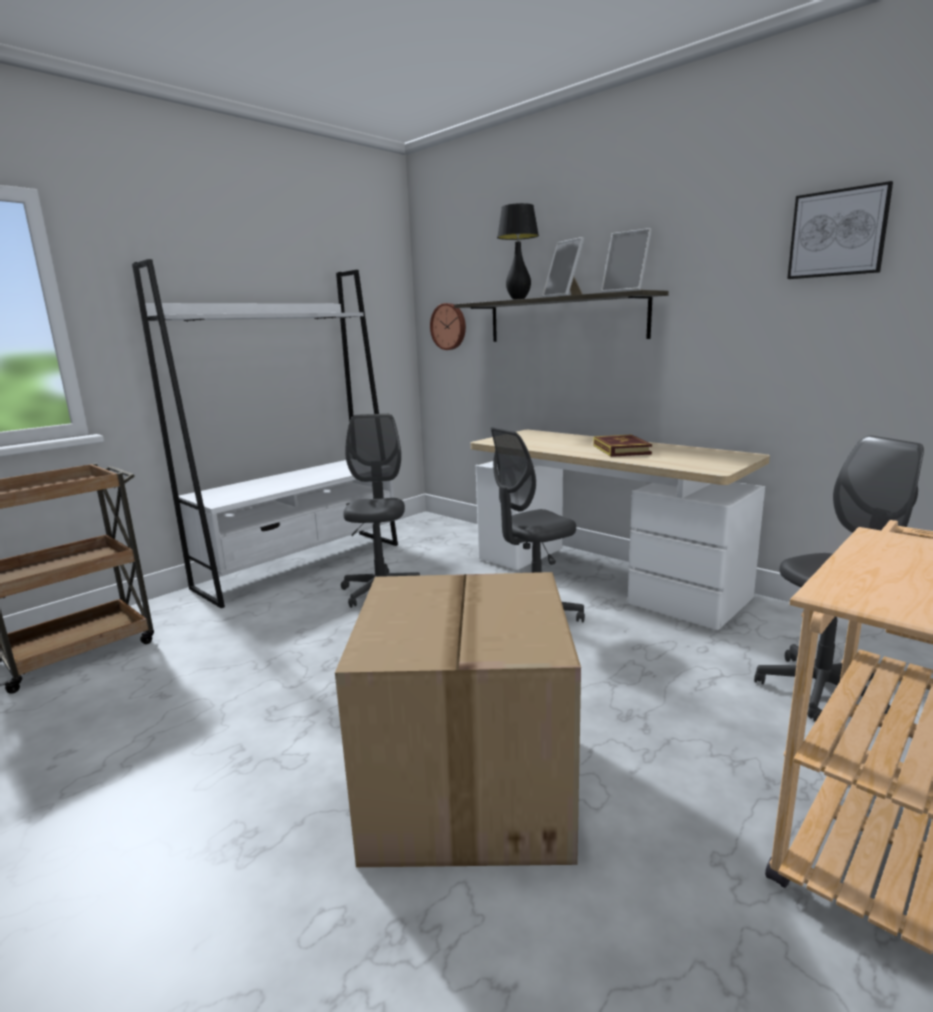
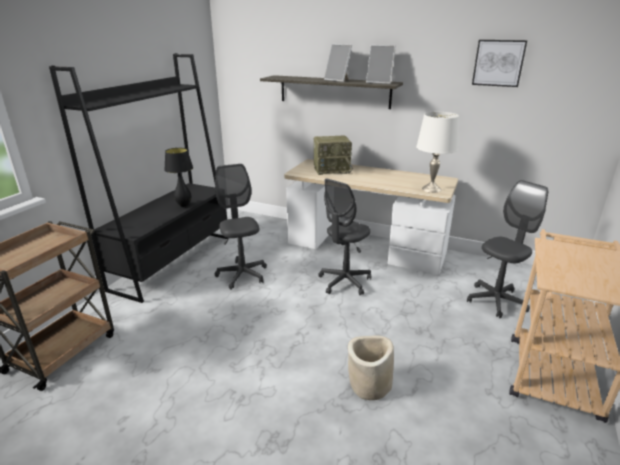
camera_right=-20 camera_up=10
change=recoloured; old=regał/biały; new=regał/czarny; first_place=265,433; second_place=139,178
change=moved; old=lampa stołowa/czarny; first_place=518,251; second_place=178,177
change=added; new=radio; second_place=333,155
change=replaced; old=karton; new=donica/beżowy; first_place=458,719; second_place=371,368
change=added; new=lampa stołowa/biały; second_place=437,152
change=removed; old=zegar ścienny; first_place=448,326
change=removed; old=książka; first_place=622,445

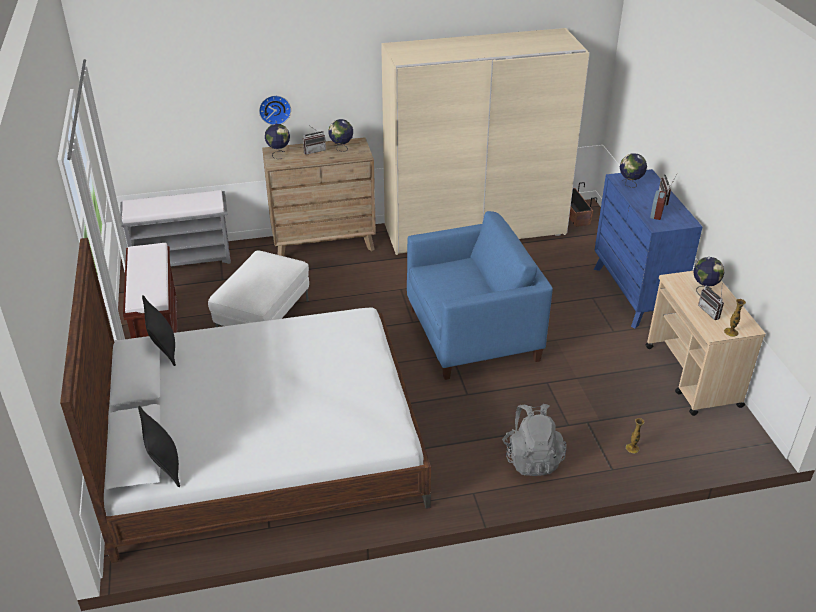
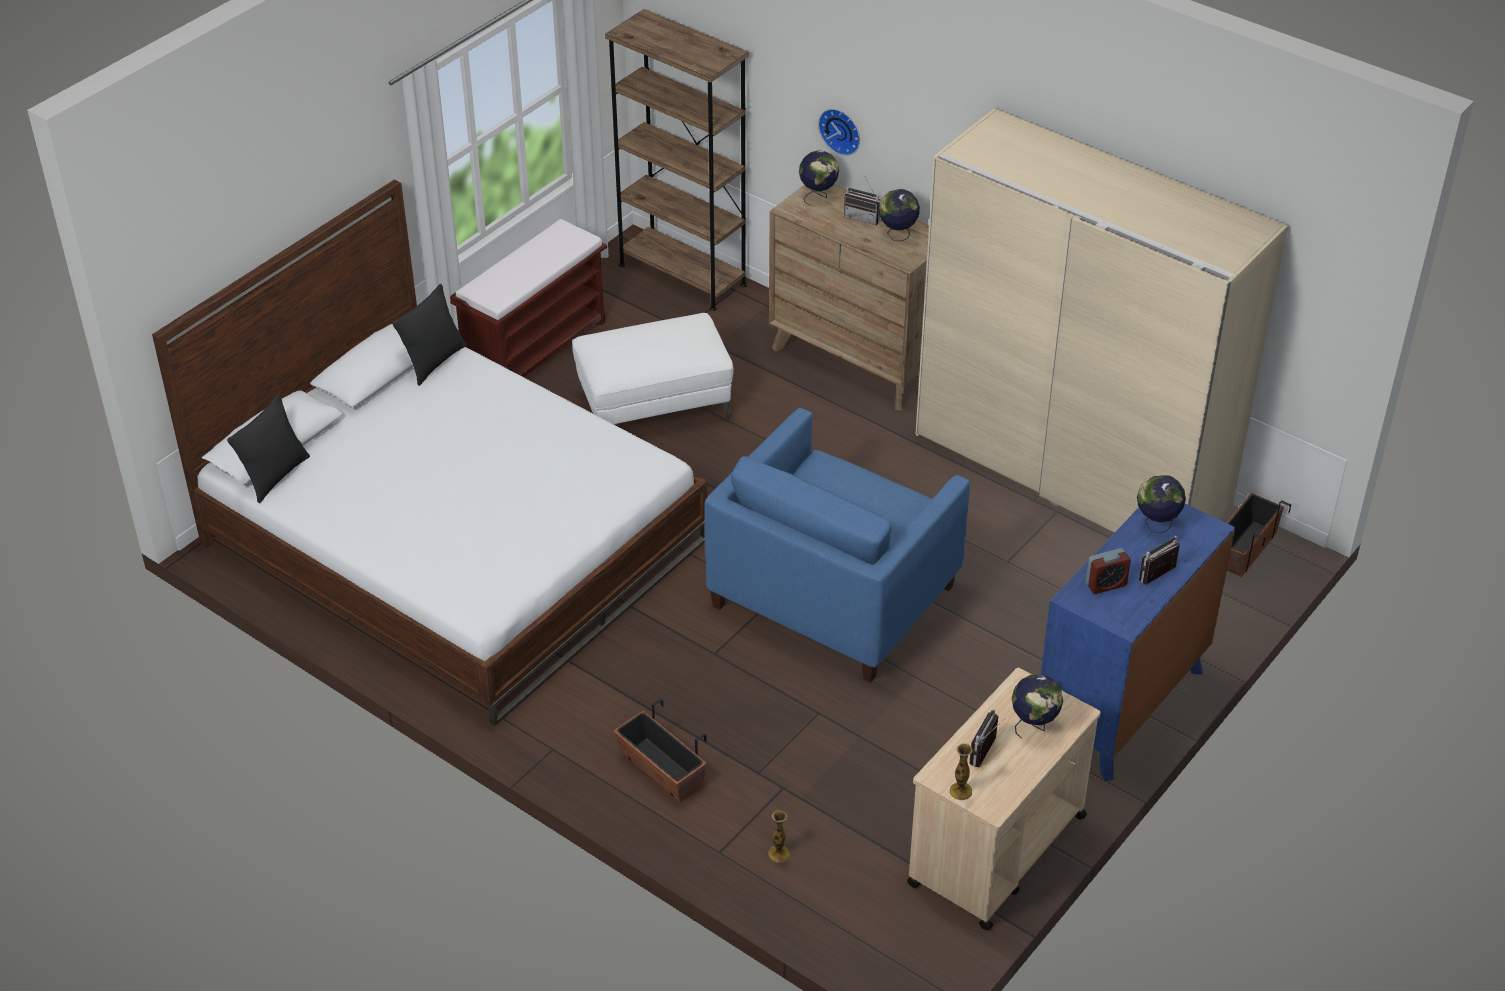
camera_right=50 camera_up=5
change=replaced; old=ławka/szary; new=regał/brązowy; first_place=175,228; second_place=677,160
change=replaced; old=plecak/szary; new=donica; first_place=534,440; second_place=660,749
change=turned; old=fotel/niebieski; first_place=480,295; second_place=837,545; degrees=90

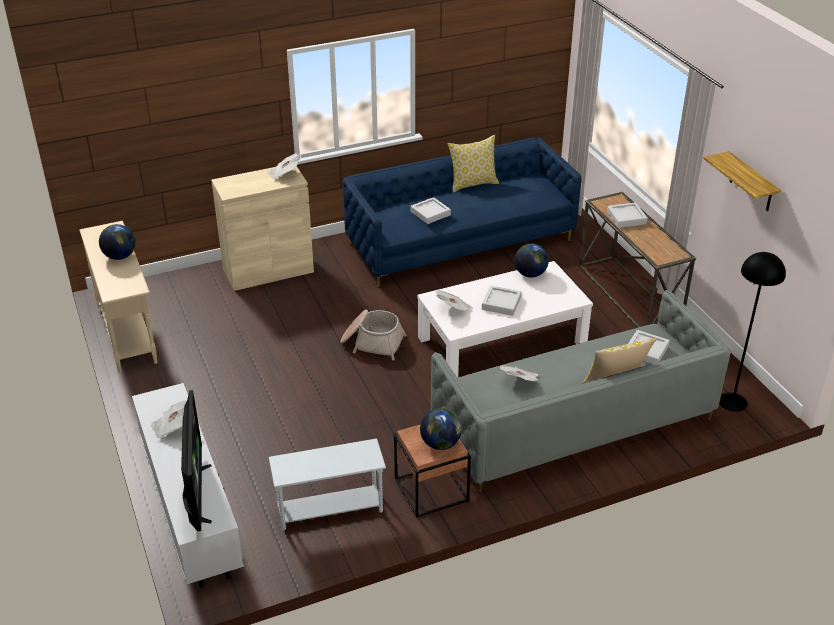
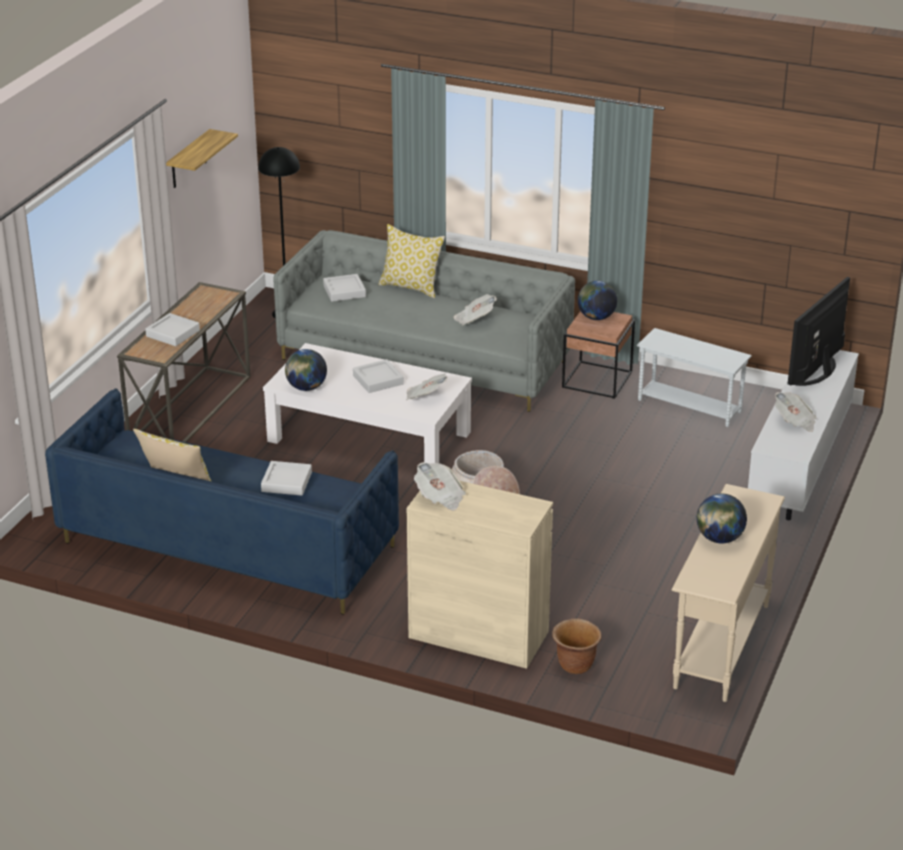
camera_right=-135 camera_up=-5
change=added; new=donica/brązowy; second_place=577,646

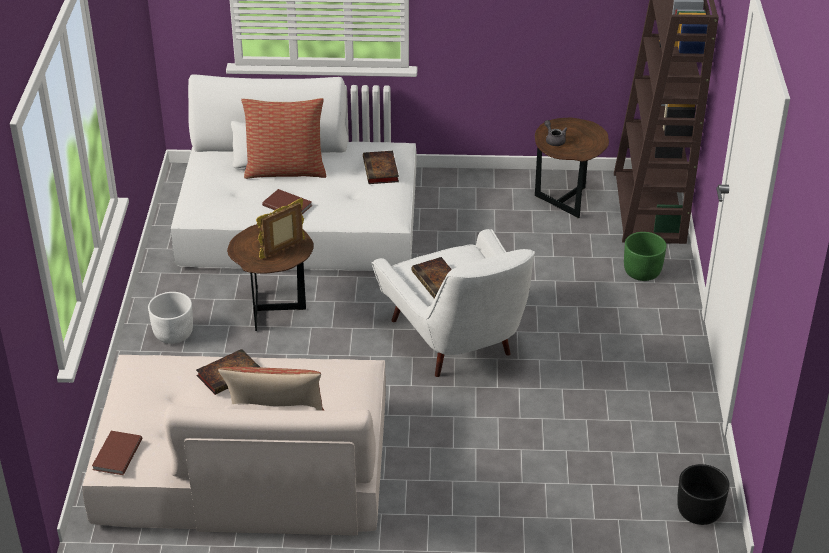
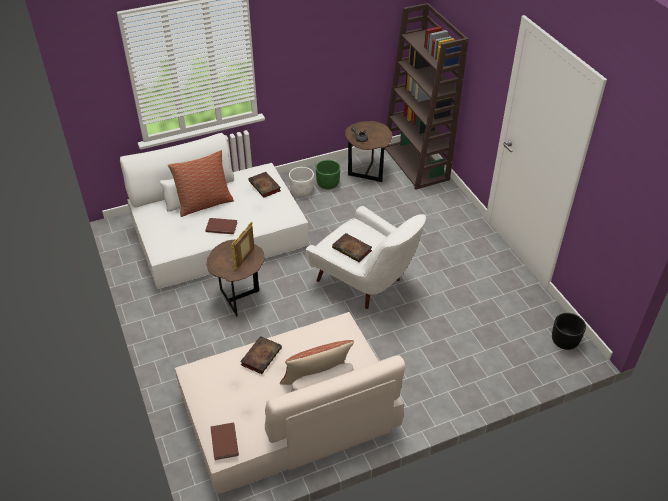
camera_right=-25 camera_up=5
change=moved; old=donica/biały; first_place=170,318; second_place=301,182
change=moved; old=donica/zielony; first_place=645,256; second_place=328,174

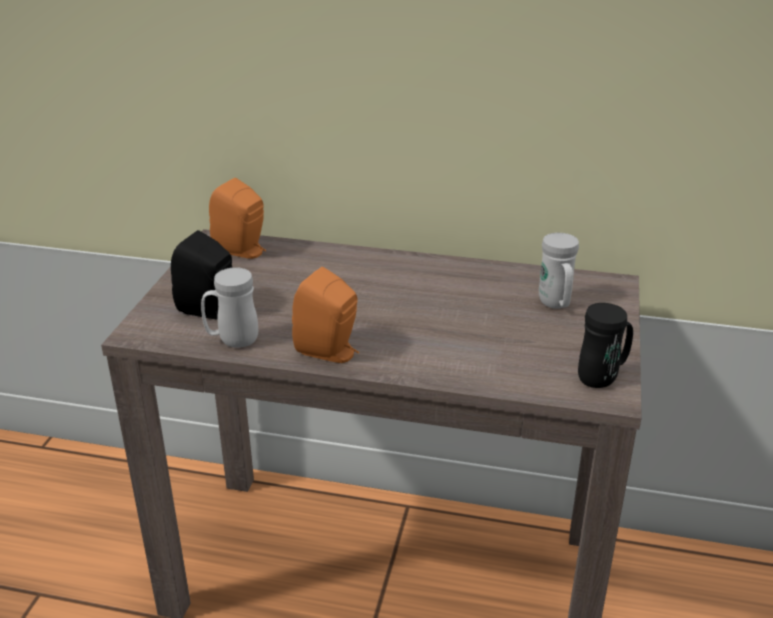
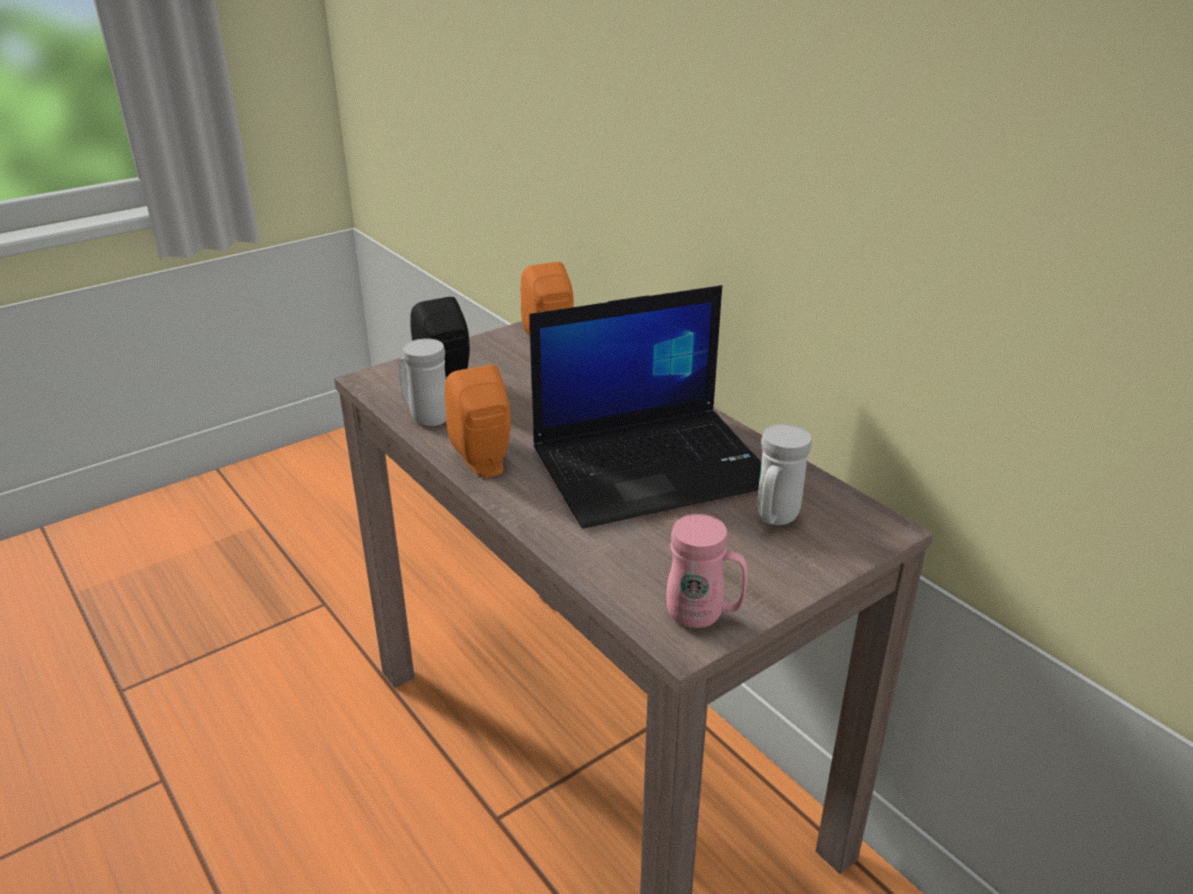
camera_right=40 camera_up=0
change=added; new=laptop; second_place=645,407
change=recoloured; old=kubek/czarny; new=kubek/różowy; first_place=605,345; second_place=707,571

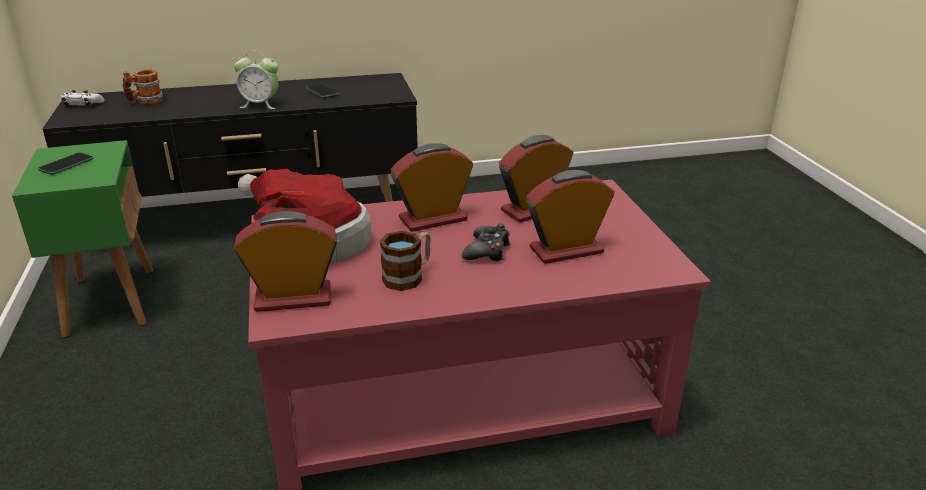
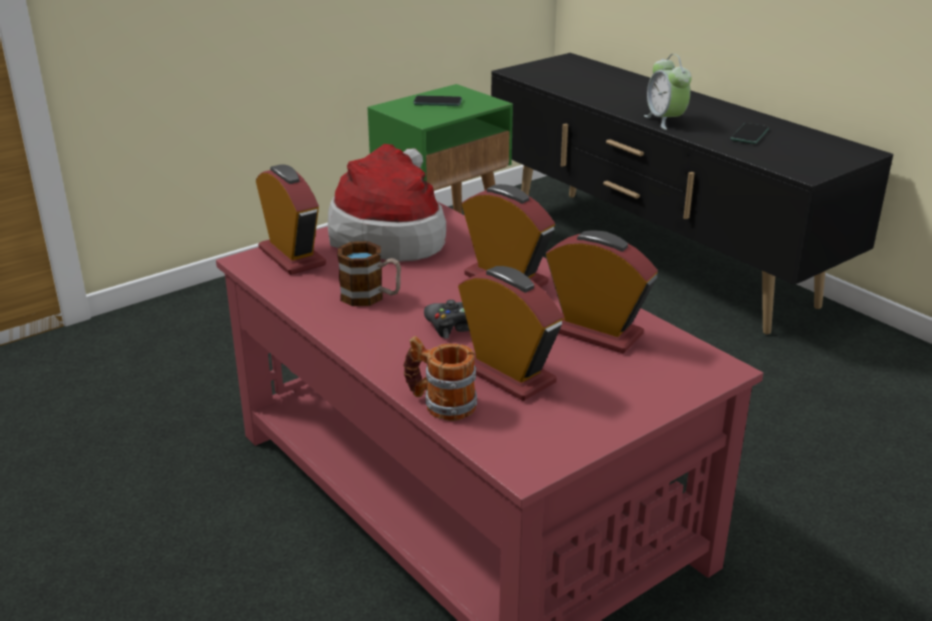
camera_right=65 camera_up=0
change=moved; old=kubek; first_place=143,86; second_place=440,378
change=removed; old=pad do gier/biały; first_place=82,98

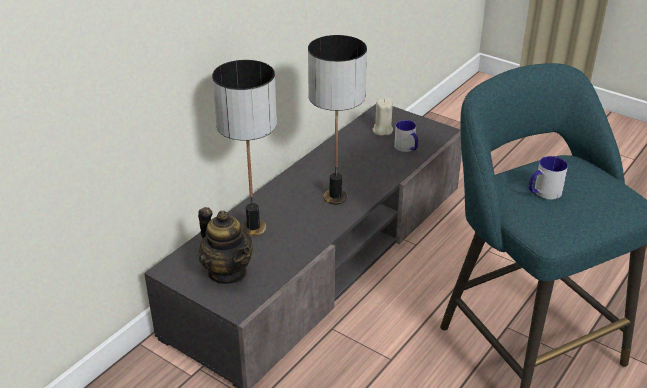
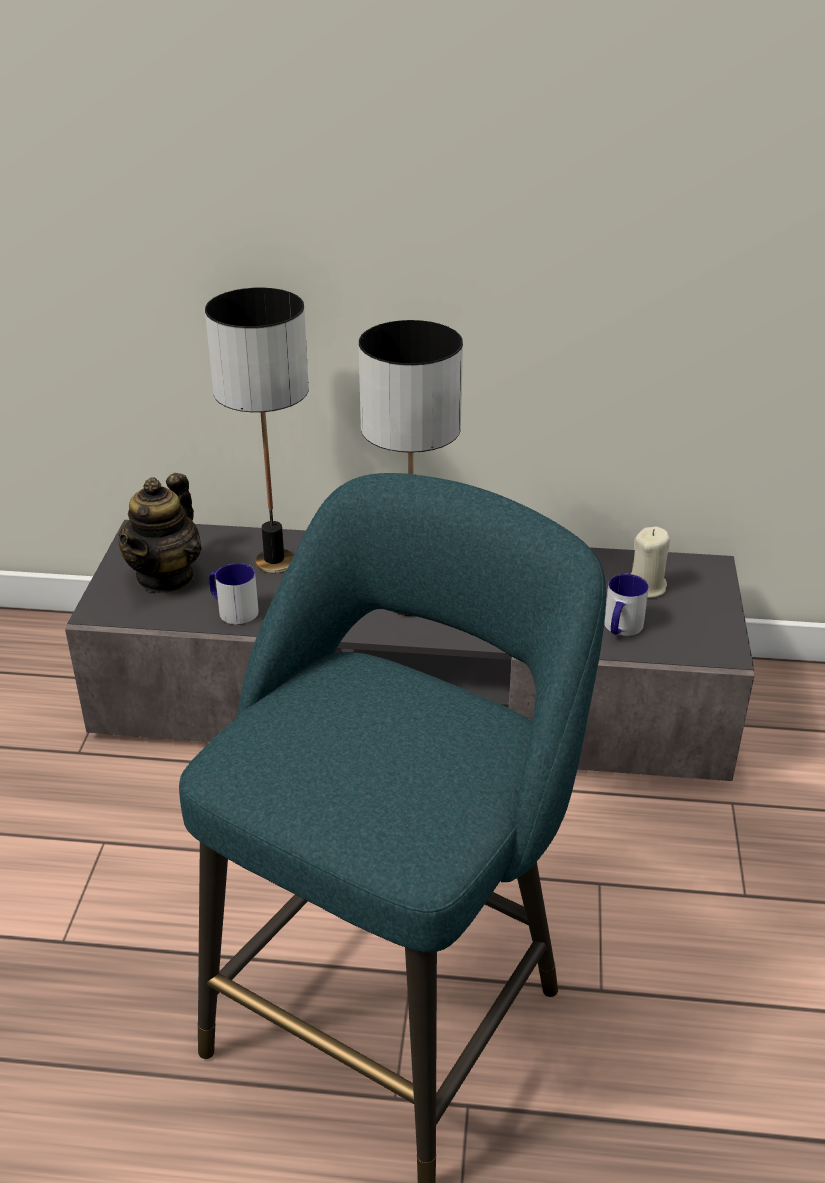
camera_right=60 camera_up=0
change=moved; old=kubek; first_place=548,178; second_place=234,594

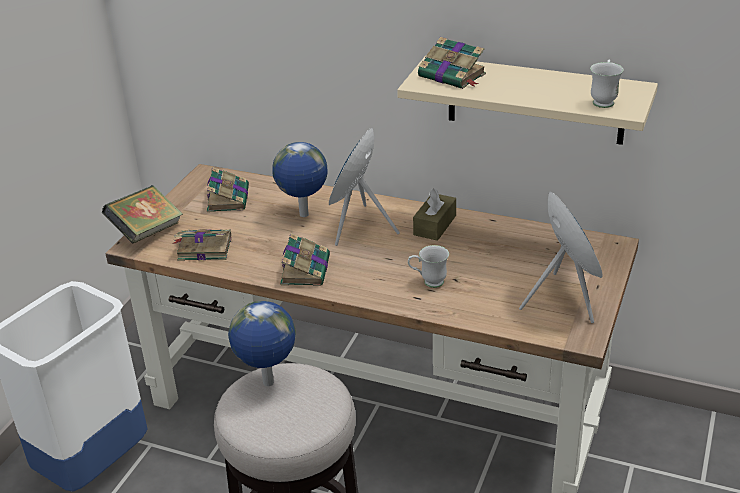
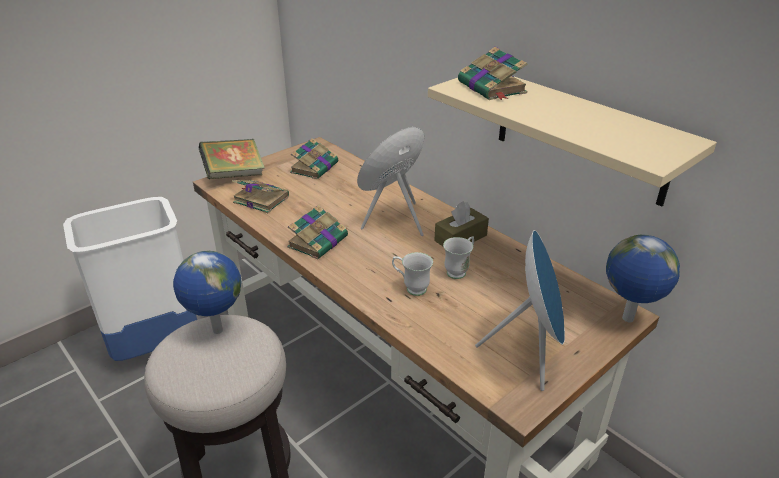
camera_right=25 camera_up=0
change=moved; old=kubek/biały; first_place=607,83; second_place=458,257
change=moved; old=globus; first_place=299,179; second_place=643,278

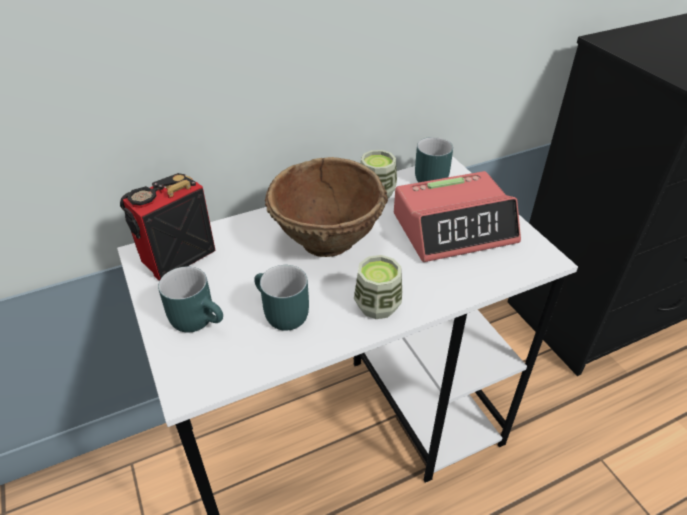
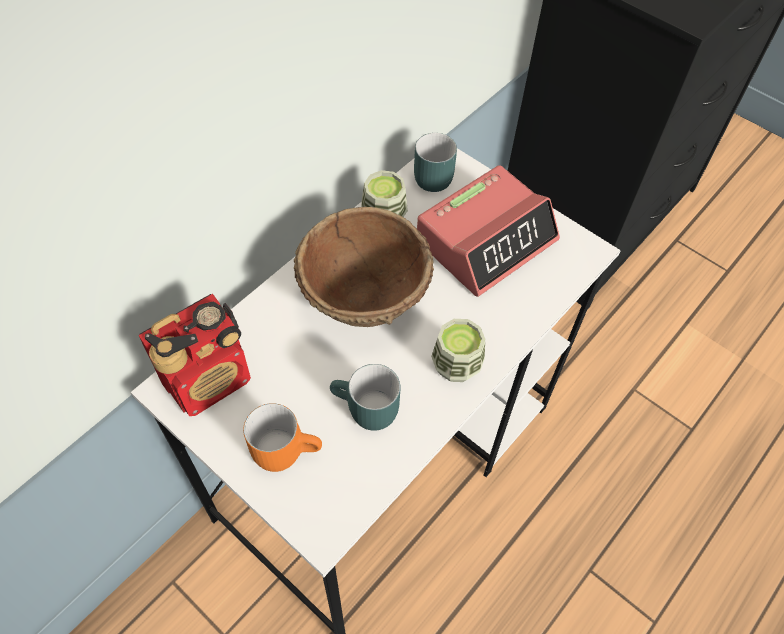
camera_right=-25 camera_up=15
change=turned; old=radio; first_place=168,227; second_place=195,355; degrees=-150
change=recoloured; old=kubek/turkusowy; new=kubek/pomarańczowy; first_place=190,299; second_place=282,437

